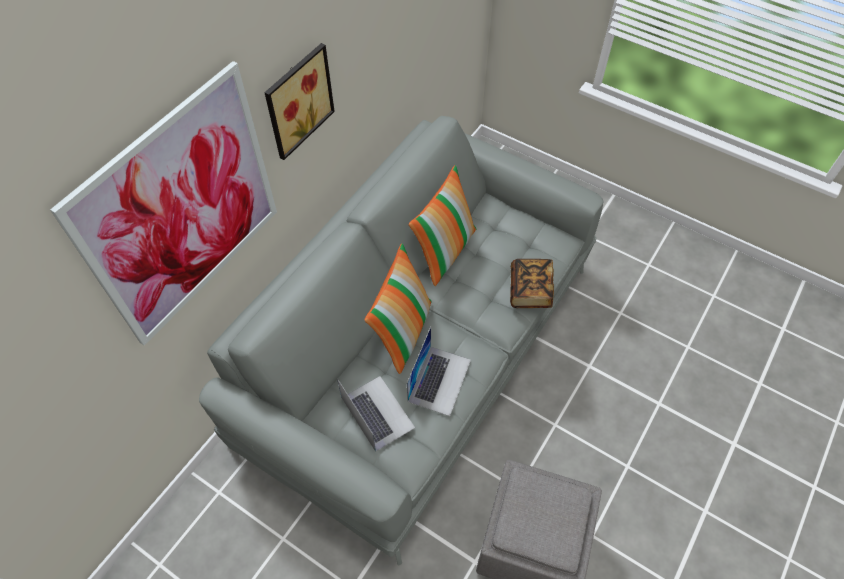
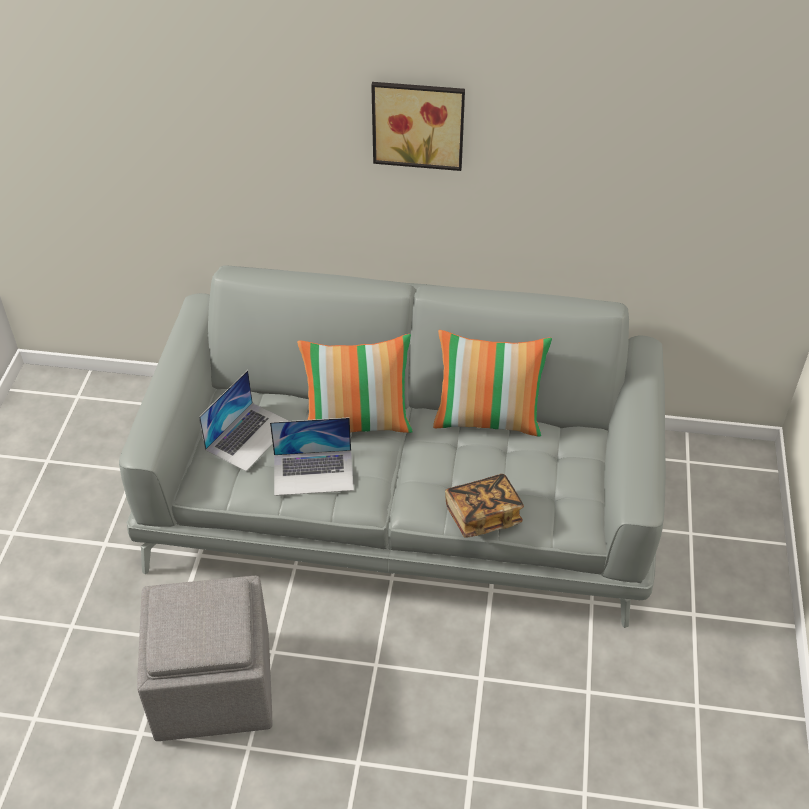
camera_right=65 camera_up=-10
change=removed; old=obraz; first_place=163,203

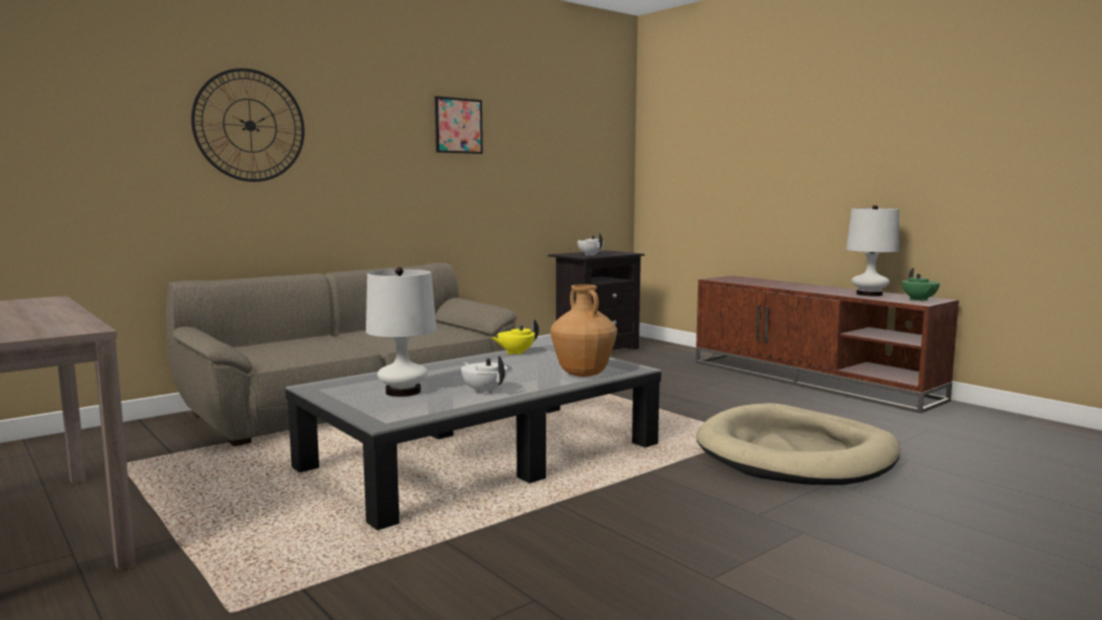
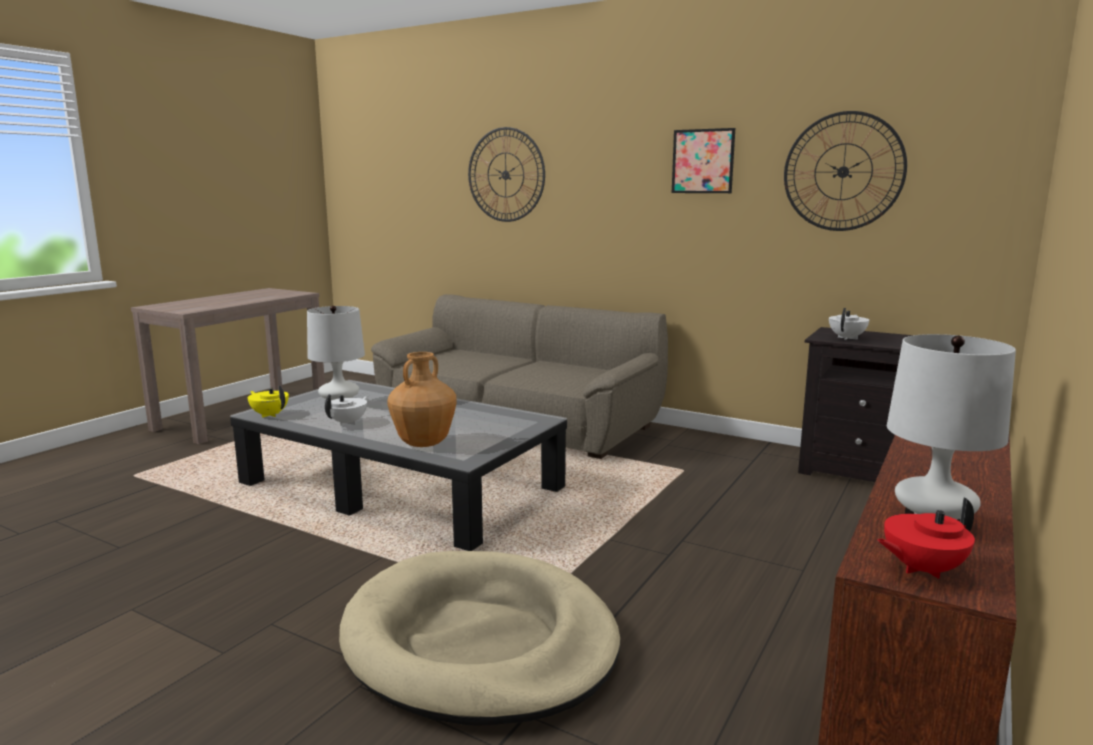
camera_right=70 camera_up=5
change=moved; old=imbryk/żółty; first_place=515,337; second_place=268,402
change=added; new=zegar ścienny; second_place=845,171
change=recoloured; old=imbryk/zielony; new=imbryk/czerwony; first_place=921,285; second_place=926,538

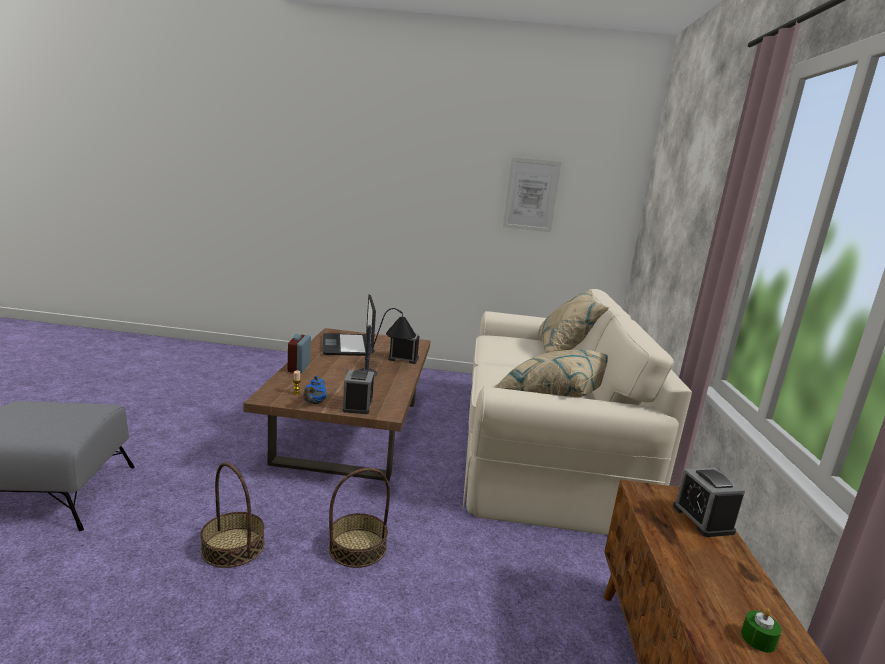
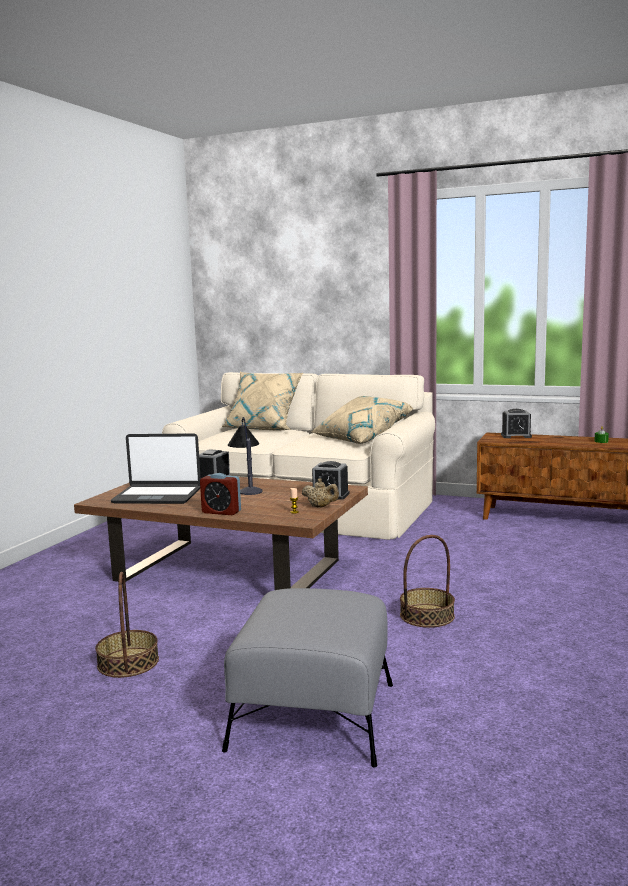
camera_right=-70 camera_up=-5
change=moved; old=koszyk; first_place=359,518; second_place=127,625
change=recoloured; old=imbryk/niebieski; new=imbryk/beżowy; first_place=315,390; second_place=320,493
change=removed; old=obraz; first_place=532,194

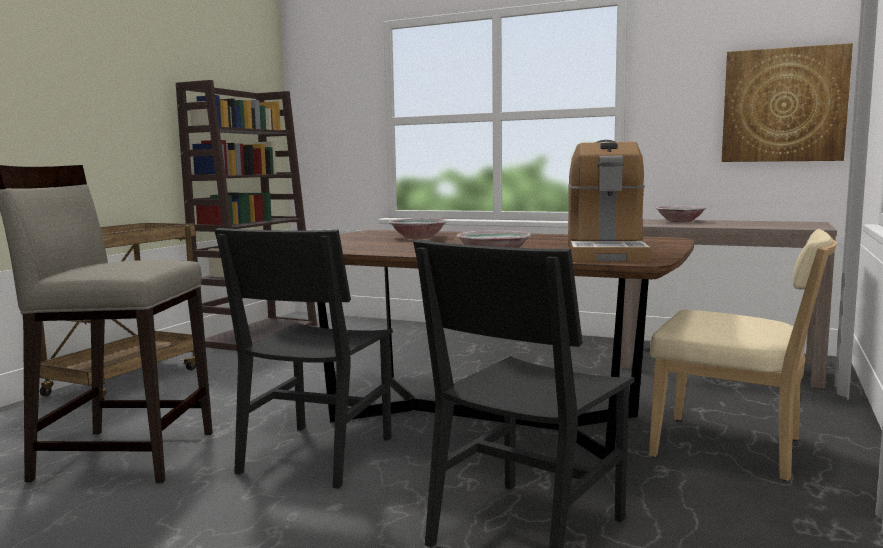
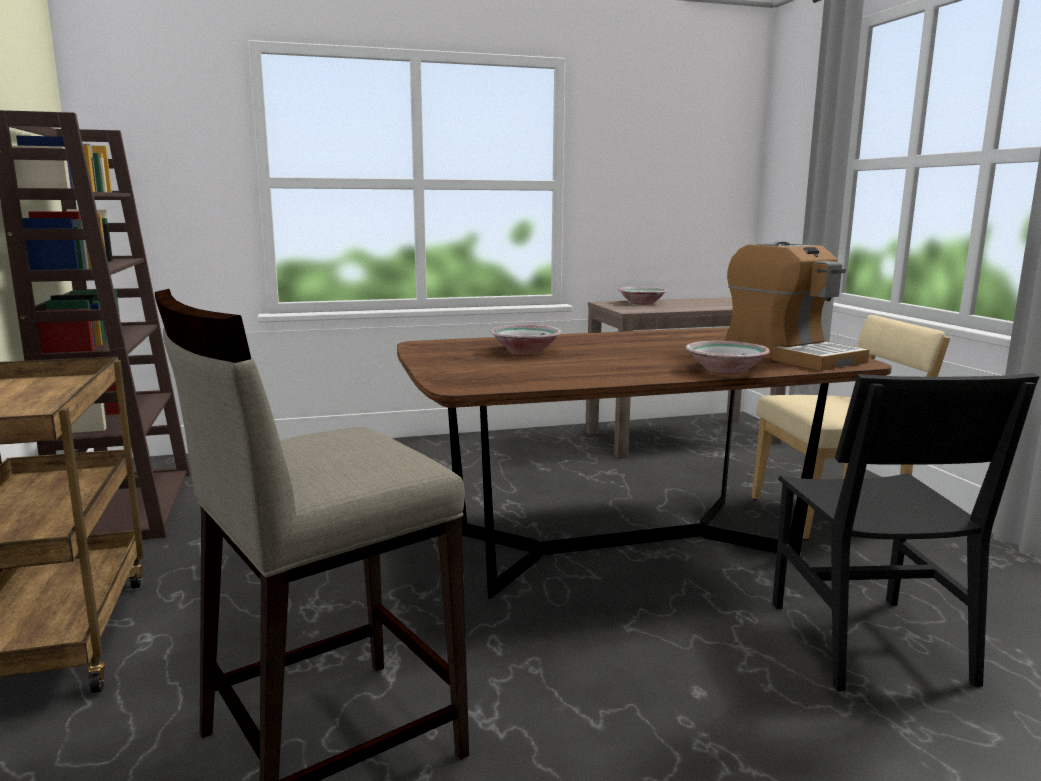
camera_right=-40 camera_up=5
change=removed; old=krzesło/czarny; first_place=303,358
change=removed; old=obraz; first_place=787,102

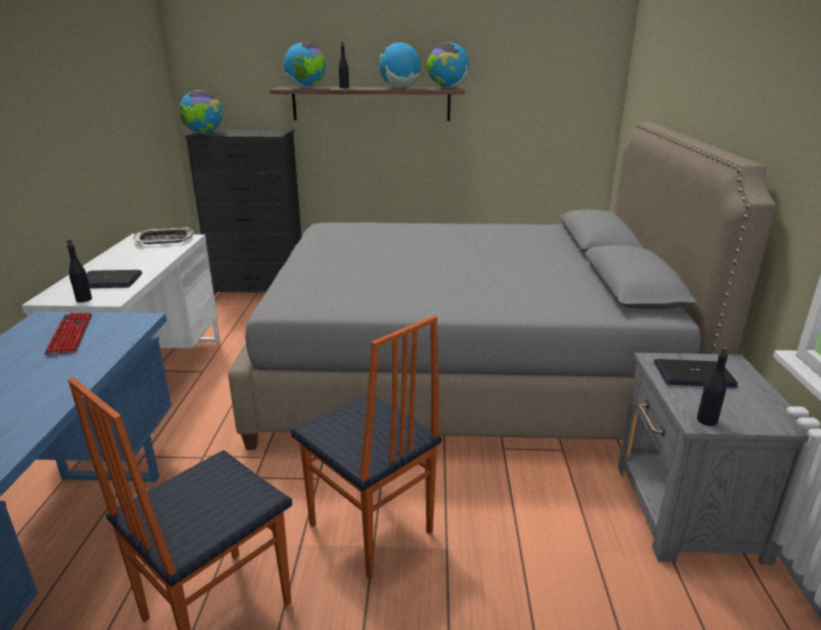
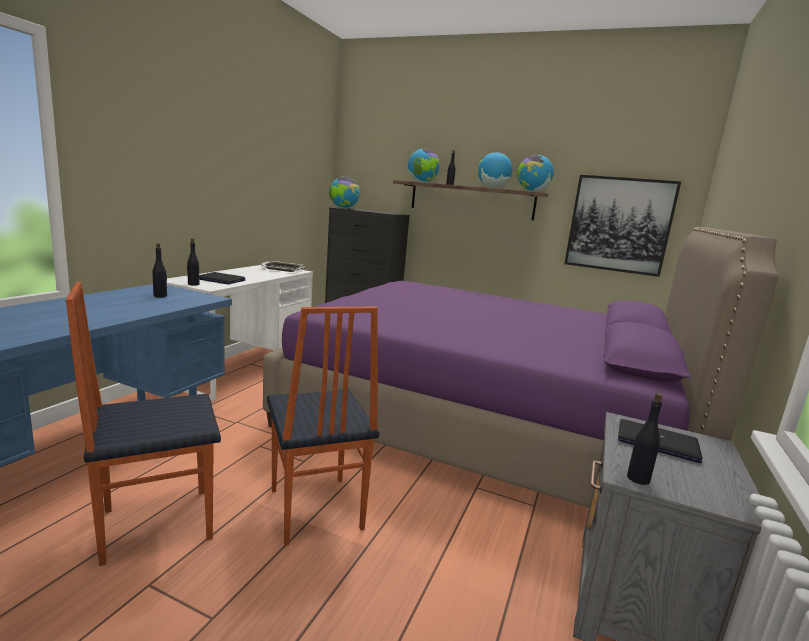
camera_right=20 camera_up=-10
change=replaced; old=klawiatura; new=butelka/czarny; first_place=68,333; second_place=159,270
change=recoloured; old=łóżko/szary; new=łóżko/fioletowy; first_place=502,286; second_place=521,367
change=added; new=obraz; second_place=622,226

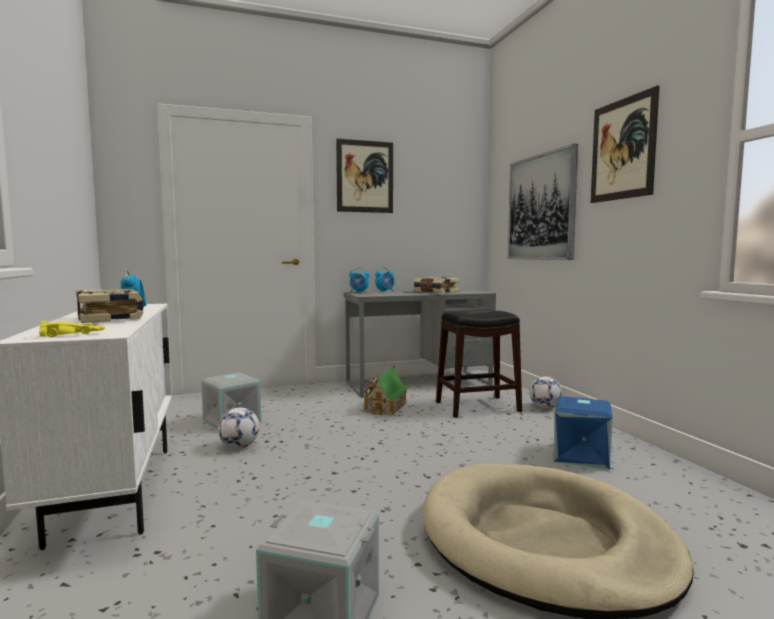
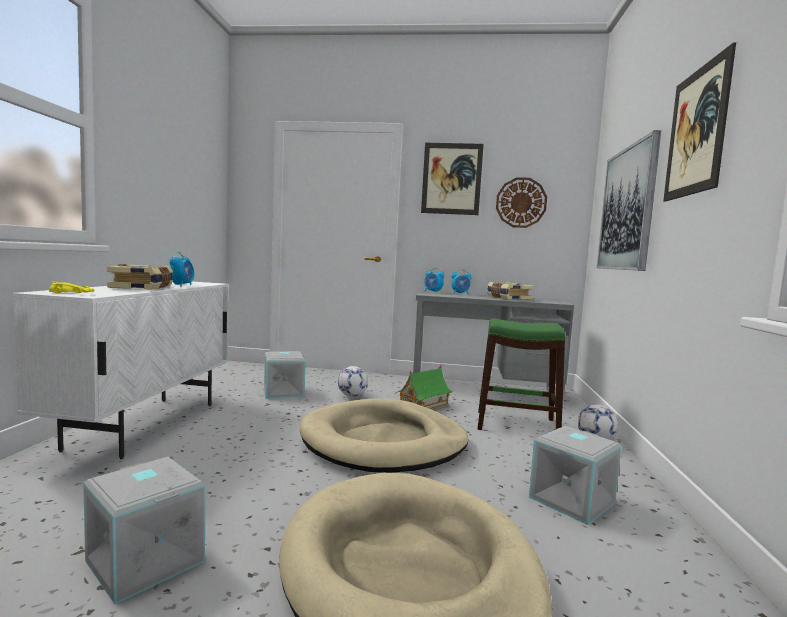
camera_right=25 camera_up=0
change=added; new=legowisko/beżowy; second_place=383,435
change=moved; old=piłka futbolowa; first_place=239,428; second_place=353,381
change=recoloured; old=stołek/czarny; new=stołek/zielony; first_place=479,364; second_place=522,374
change=added; new=zegar ścienny; second_place=521,202
change=recoloured; old=pojemnik do przechowywania/niebieski; new=pojemnik do przechowywania/szary; first_place=583,433; second_place=575,475

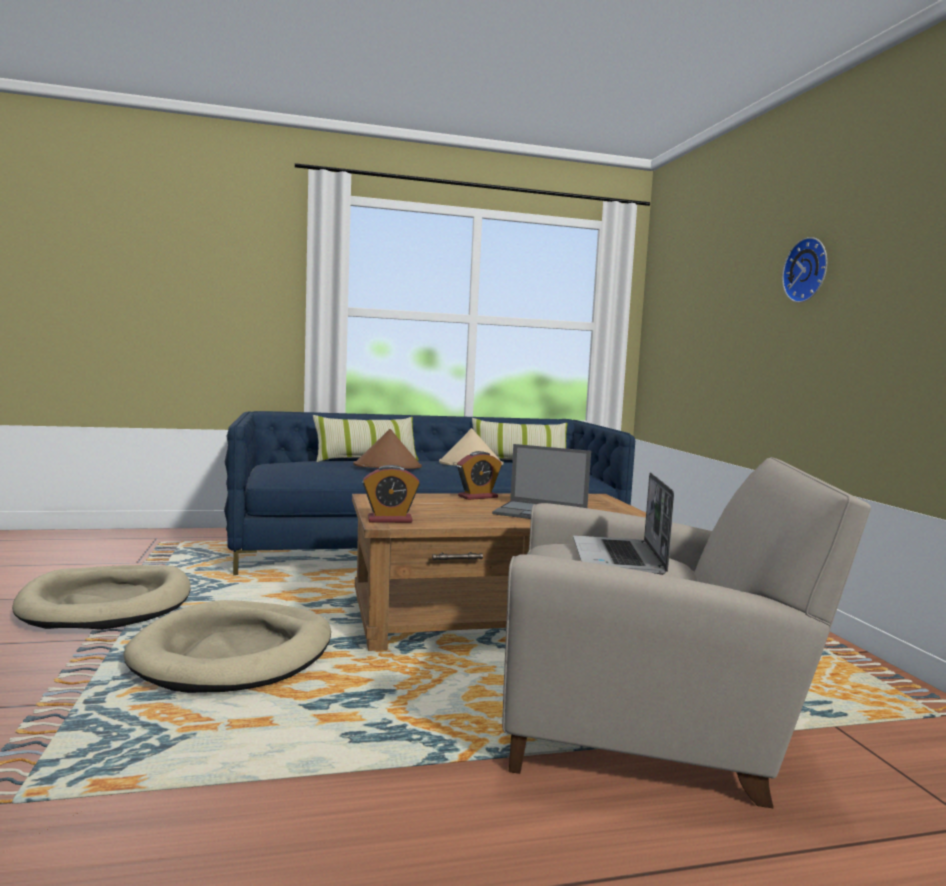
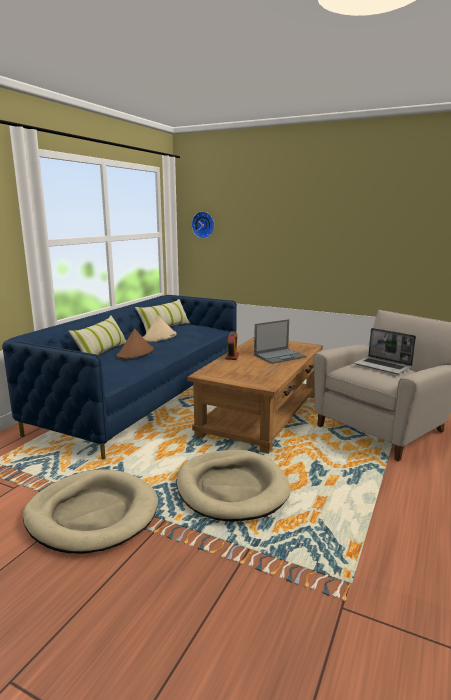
camera_right=-50 camera_up=10
change=moved; old=zegar ścienny; first_place=804,270; second_place=203,225
change=removed; old=budzik; first_place=391,494

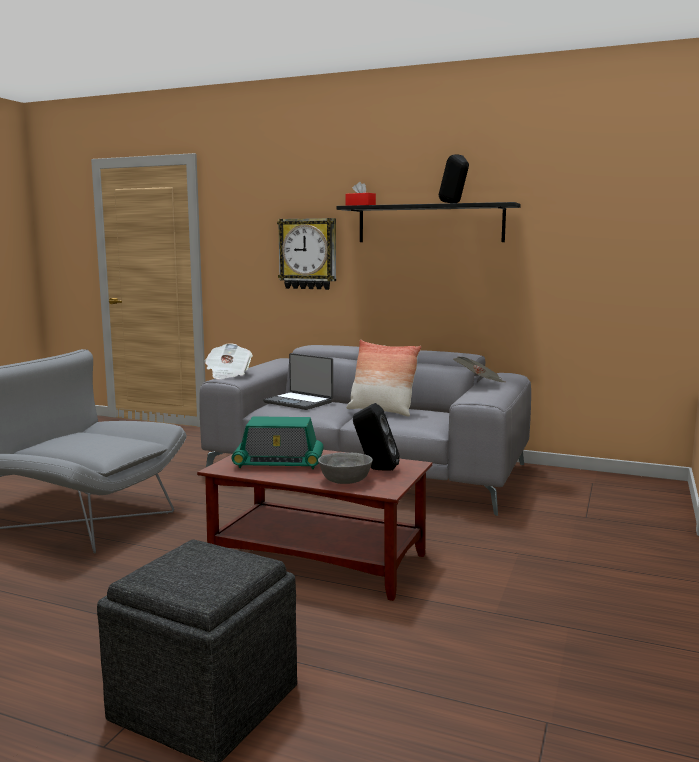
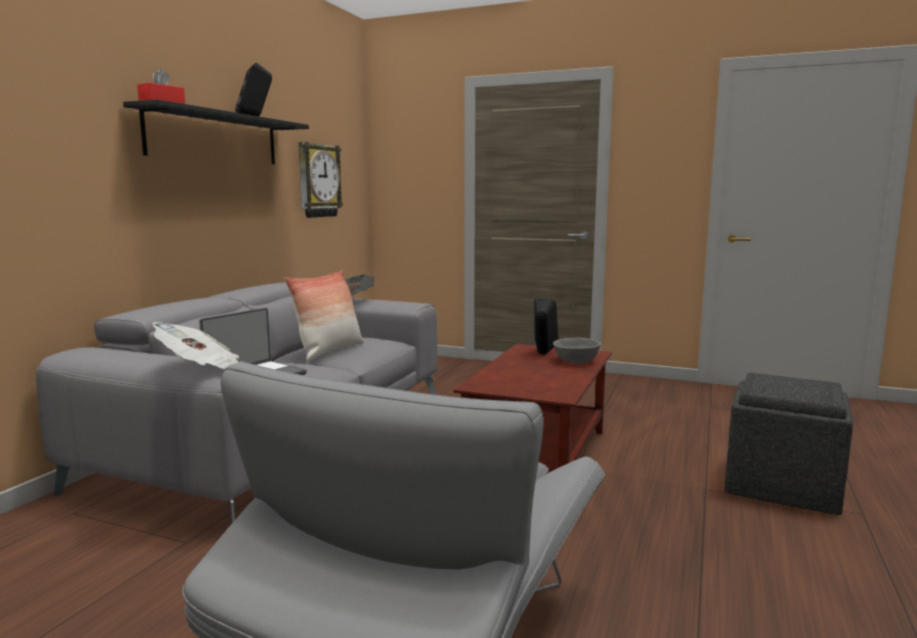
camera_right=-90 camera_up=0
change=moved; old=zegar ścienny; first_place=306,254; second_place=320,180
change=removed; old=radio; first_place=278,442

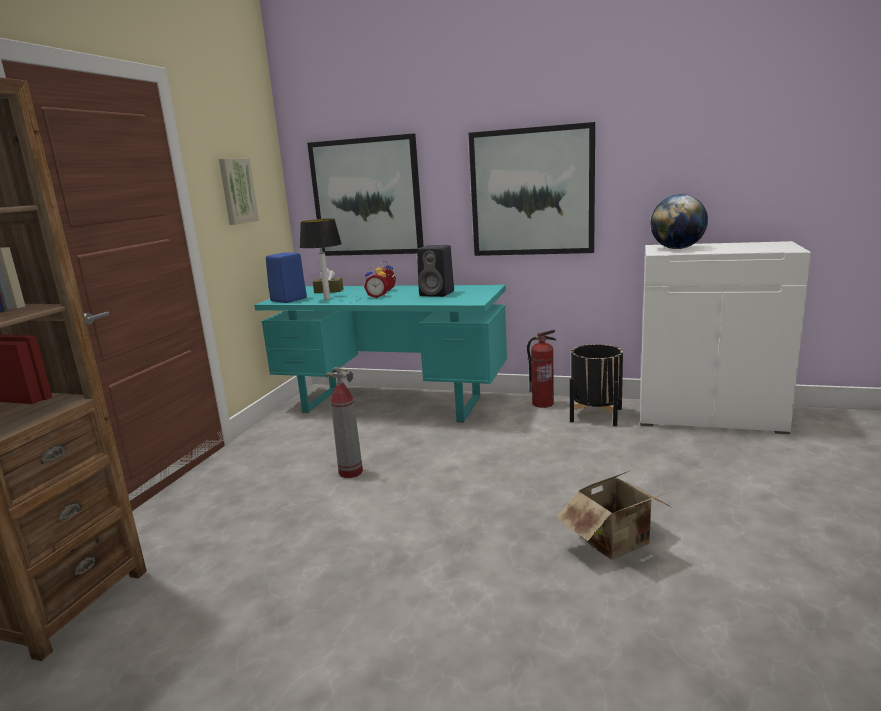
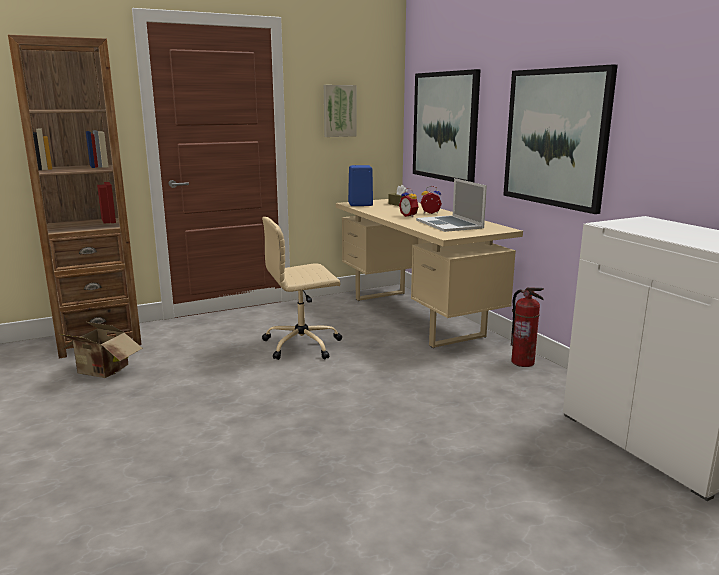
camera_right=45 camera_up=0
change=moved; old=karton; first_place=614,515; second_place=101,350
change=replaced; old=gaśnica; new=krzesło biurowe/beżowy; first_place=344,422; second_place=302,288
change=recoloured; old=biurko/turkusowy; new=biurko/beżowy; first_place=380,353; second_place=429,273
change=replaced; old=głośnik/czarny; new=laptop; first_place=435,271; second_place=451,205
change=removed; old=lampa stołowa; first_place=321,259
change=removed; old=donica/czarny; first_place=596,385
change=removed; old=globus; first_place=679,221

